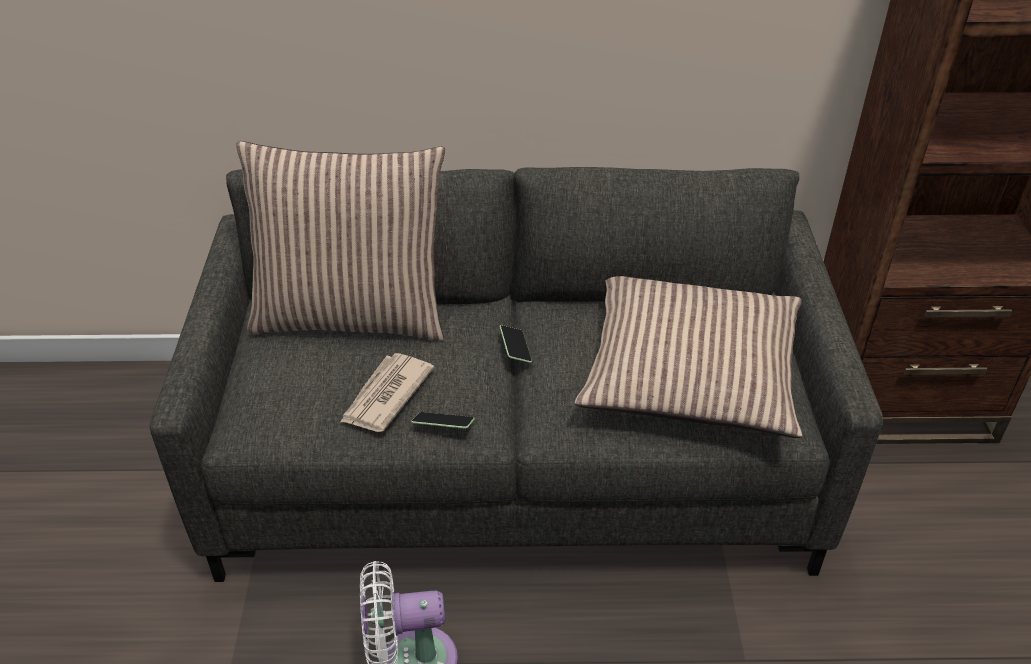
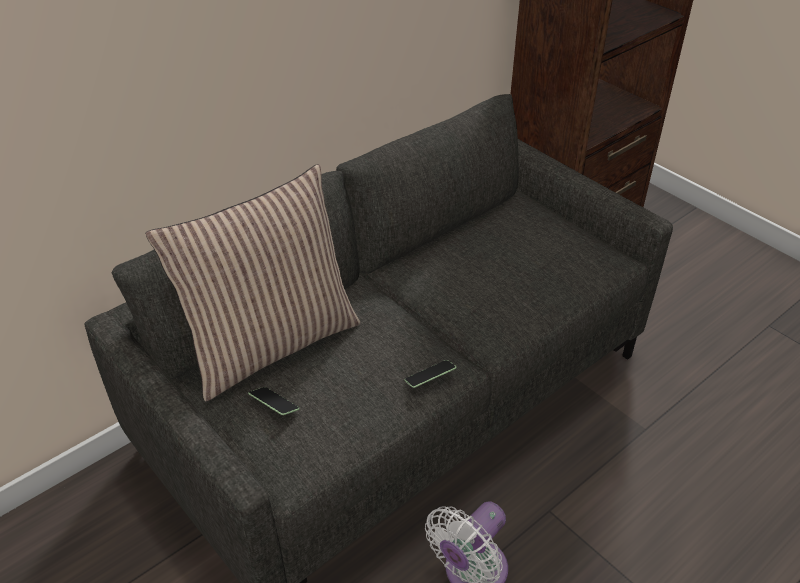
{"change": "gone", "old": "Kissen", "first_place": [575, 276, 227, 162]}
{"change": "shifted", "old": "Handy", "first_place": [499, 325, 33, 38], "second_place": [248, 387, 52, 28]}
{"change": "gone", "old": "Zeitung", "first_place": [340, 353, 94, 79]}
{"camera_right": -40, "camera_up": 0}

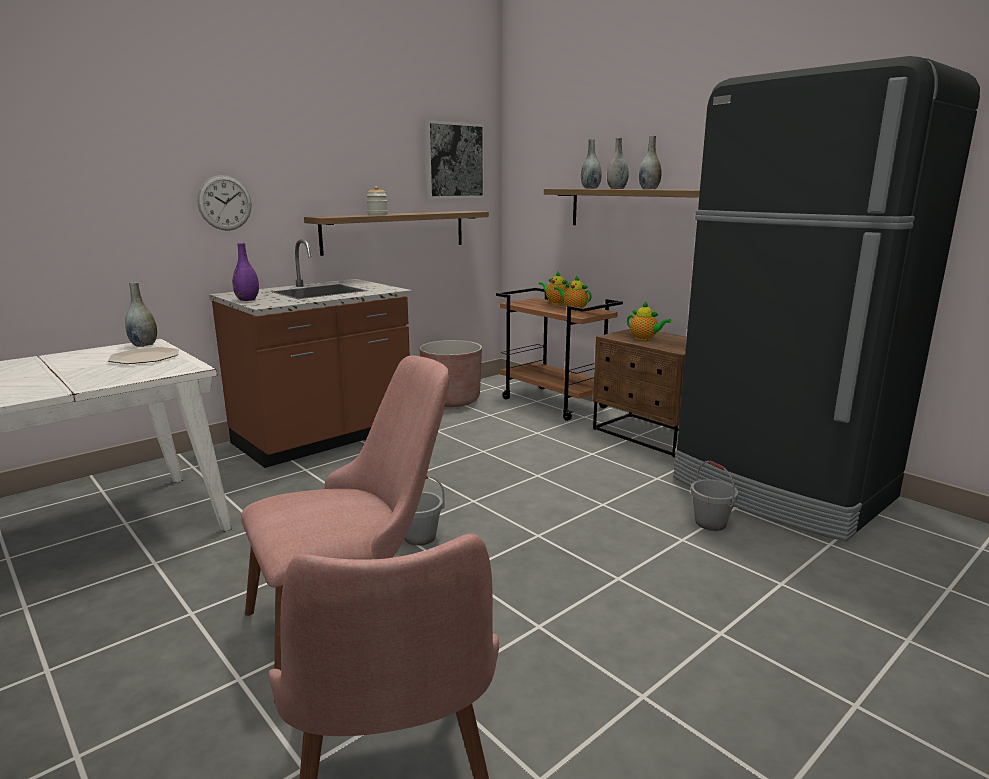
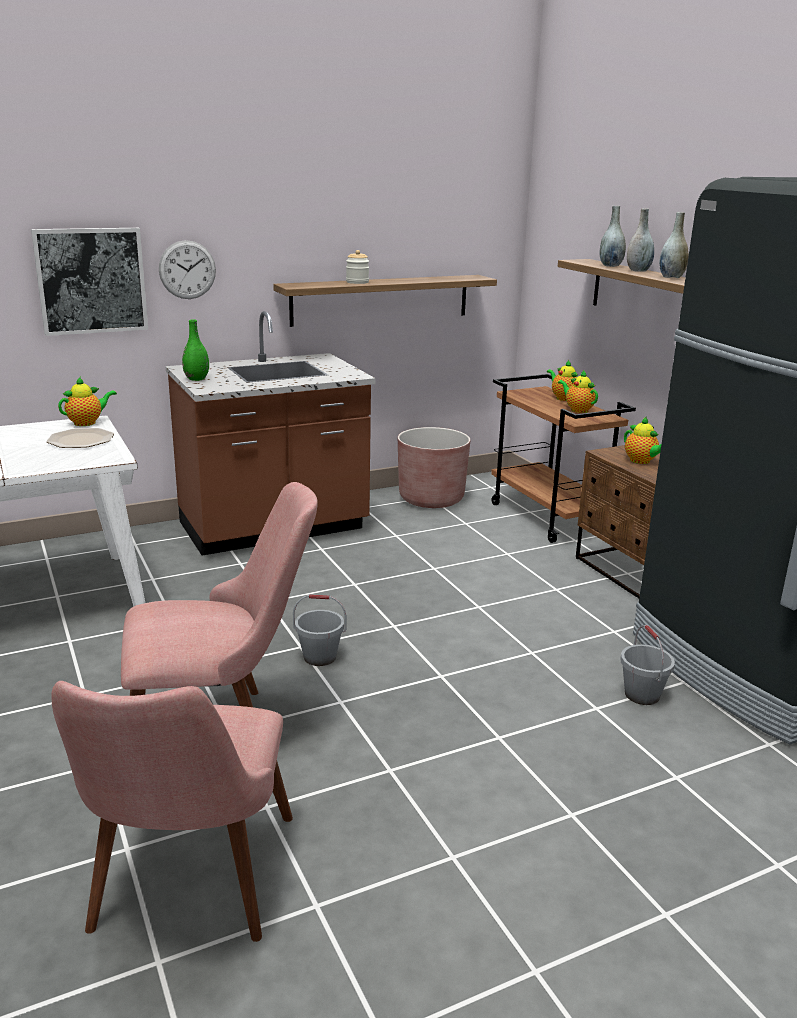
{"change": "shifted", "old": "Bild", "first_place": [424, 120, 61, 79], "second_place": [31, 228, 117, 108]}
{"change": "repainted", "old": "Vase/lila", "new": "Vase/grün", "first_place": [232, 243, 27, 58], "second_place": [182, 319, 27, 62]}
{"change": "swapped", "old": "Vase/grau", "new": "Teekanne", "first_place": [125, 282, 32, 65], "second_place": [58, 377, 59, 49]}
{"camera_right": 15, "camera_up": 5}

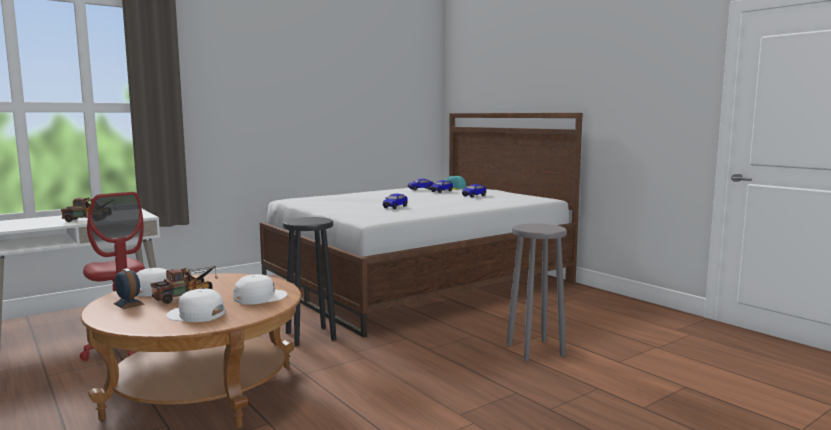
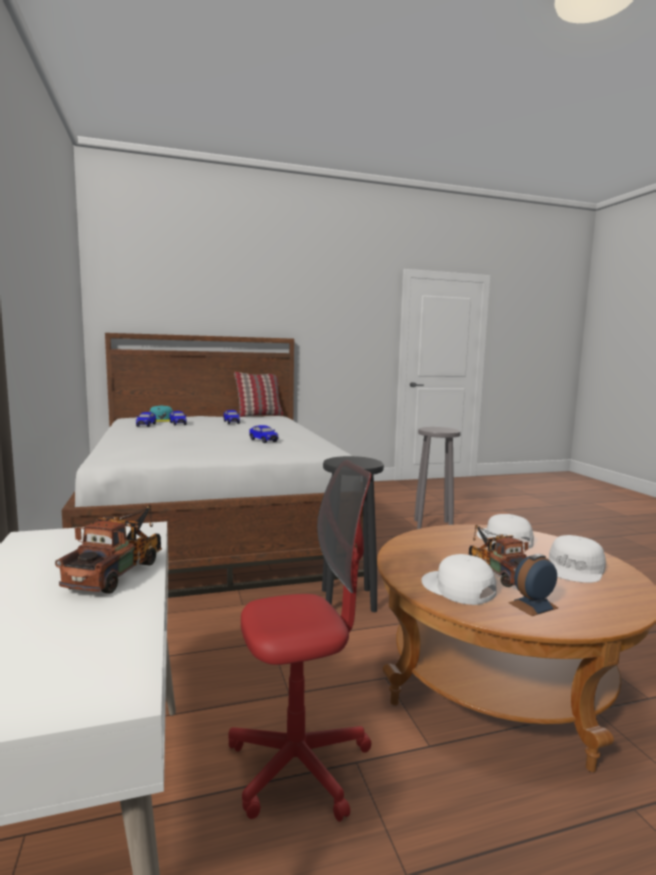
{"change": "new", "new": "Kissen", "second_place": [234, 372, 50, 45]}
{"camera_right": -70, "camera_up": 0}

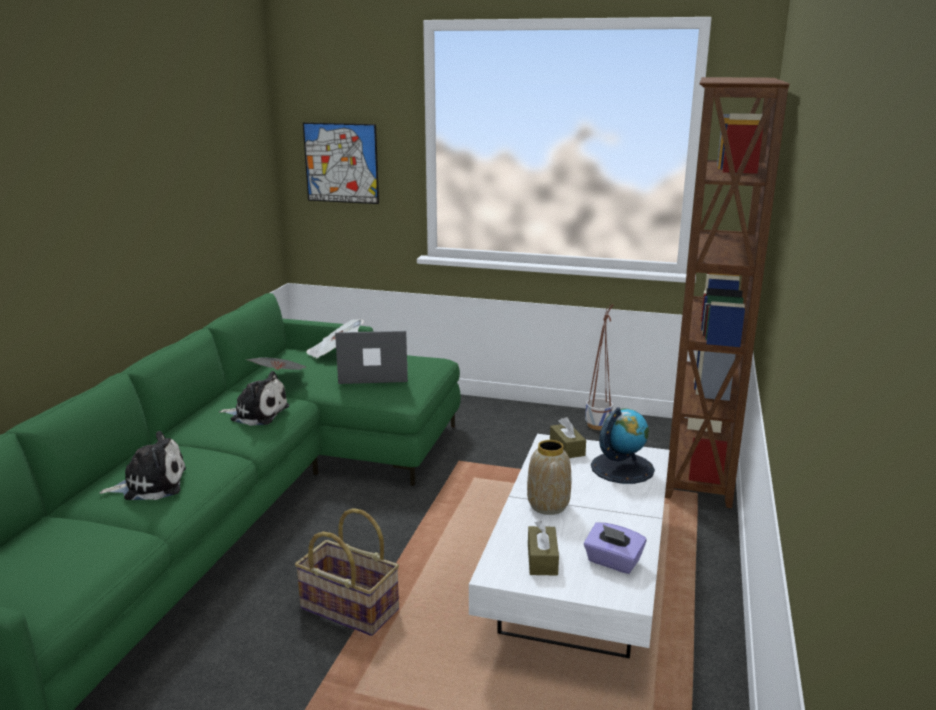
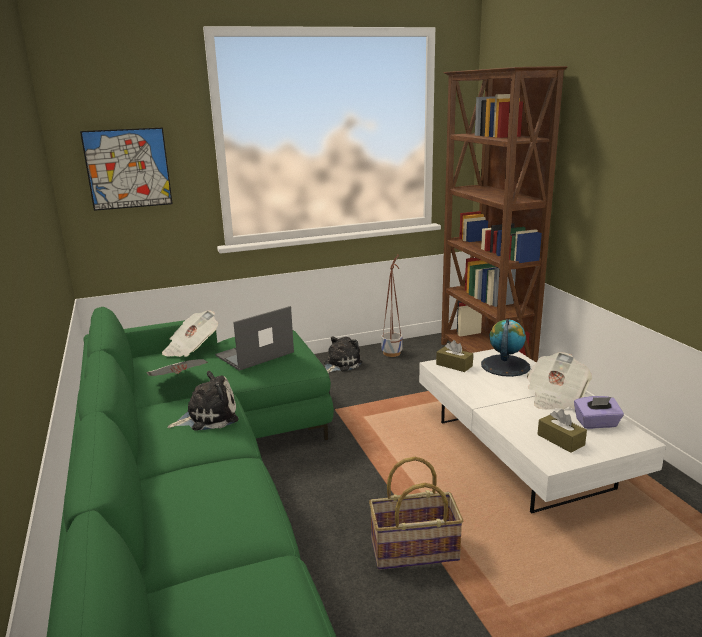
{"change": "shifted", "old": "Plüschtier", "first_place": [99, 431, 87, 69], "second_place": [324, 336, 38, 37]}
{"change": "gone", "old": "Vase", "first_place": [527, 440, 44, 75]}
{"change": "new", "new": "Zeitung", "second_place": [527, 352, 65, 58]}
{"camera_right": -35, "camera_up": 0}

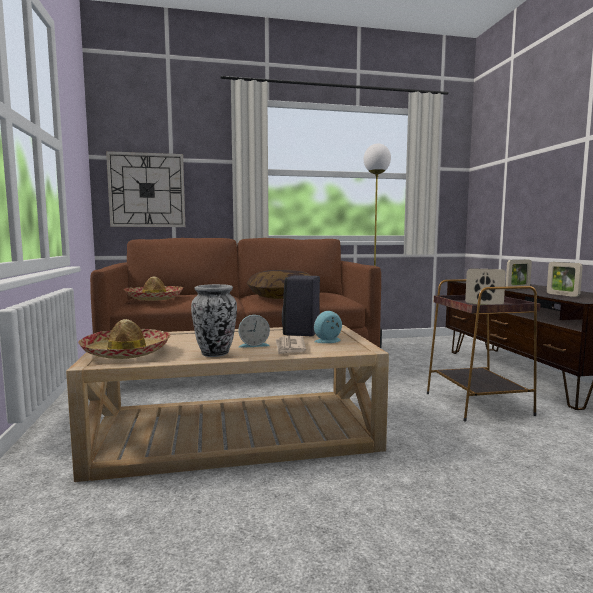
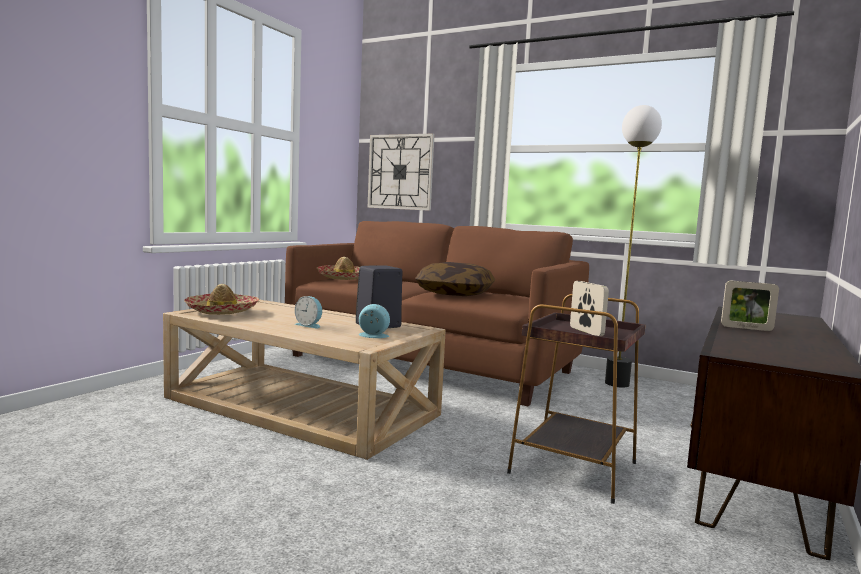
{"change": "gone", "old": "Bilderrahmen", "first_place": [547, 262, 36, 35]}
{"change": "gone", "old": "Vase", "first_place": [191, 284, 46, 73]}
{"change": "gone", "old": "Zeitung", "first_place": [276, 336, 30, 18]}
{"camera_right": 40, "camera_up": 0}

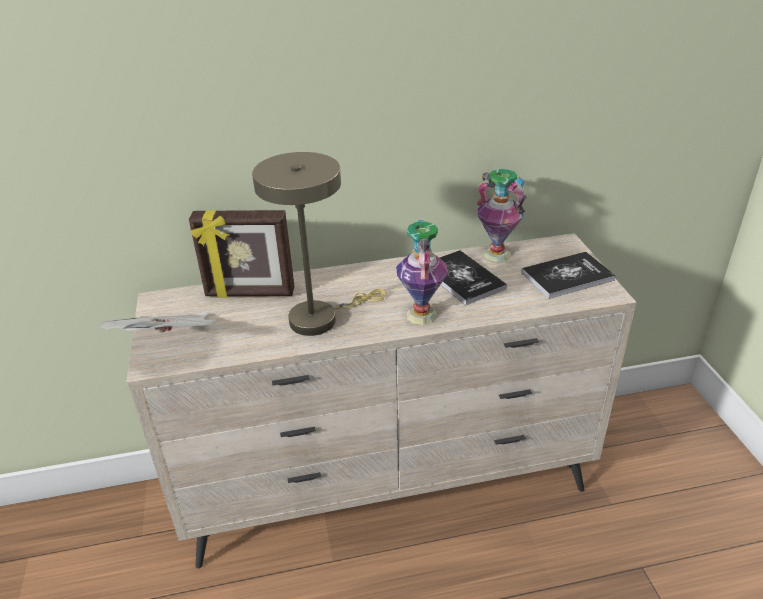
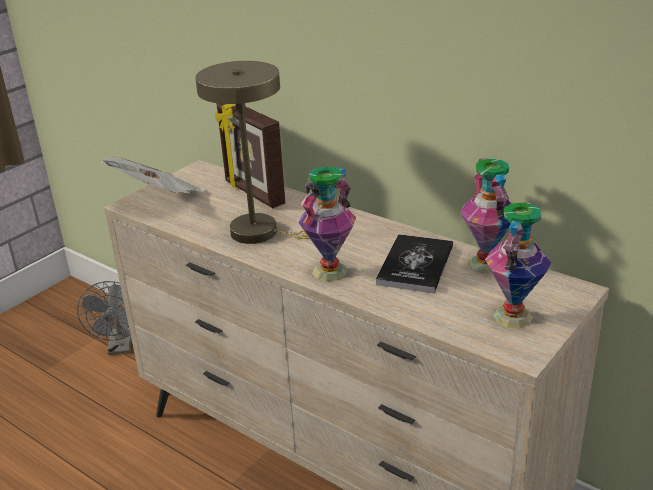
{"change": "swapped", "old": "Buch", "new": "Vase", "first_place": [521, 252, 95, 47], "second_place": [485, 202, 66, 126]}
{"change": "new", "new": "Ventilator/grau", "second_place": [77, 281, 55, 74]}
{"camera_right": 50, "camera_up": -5}

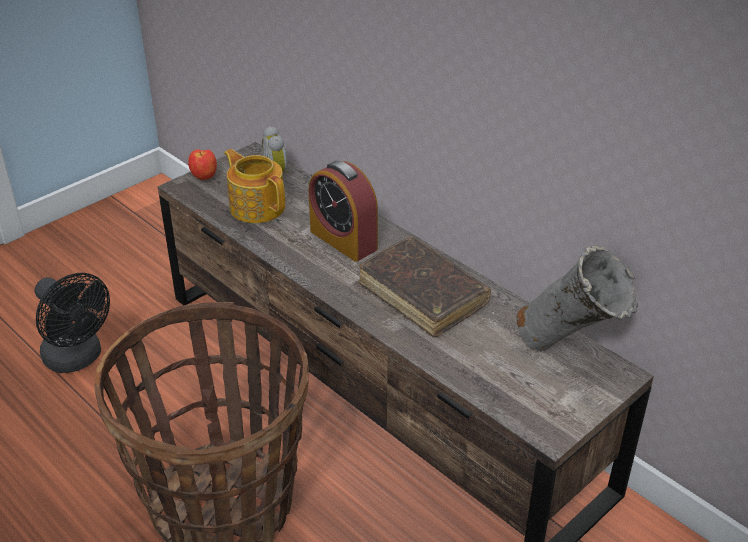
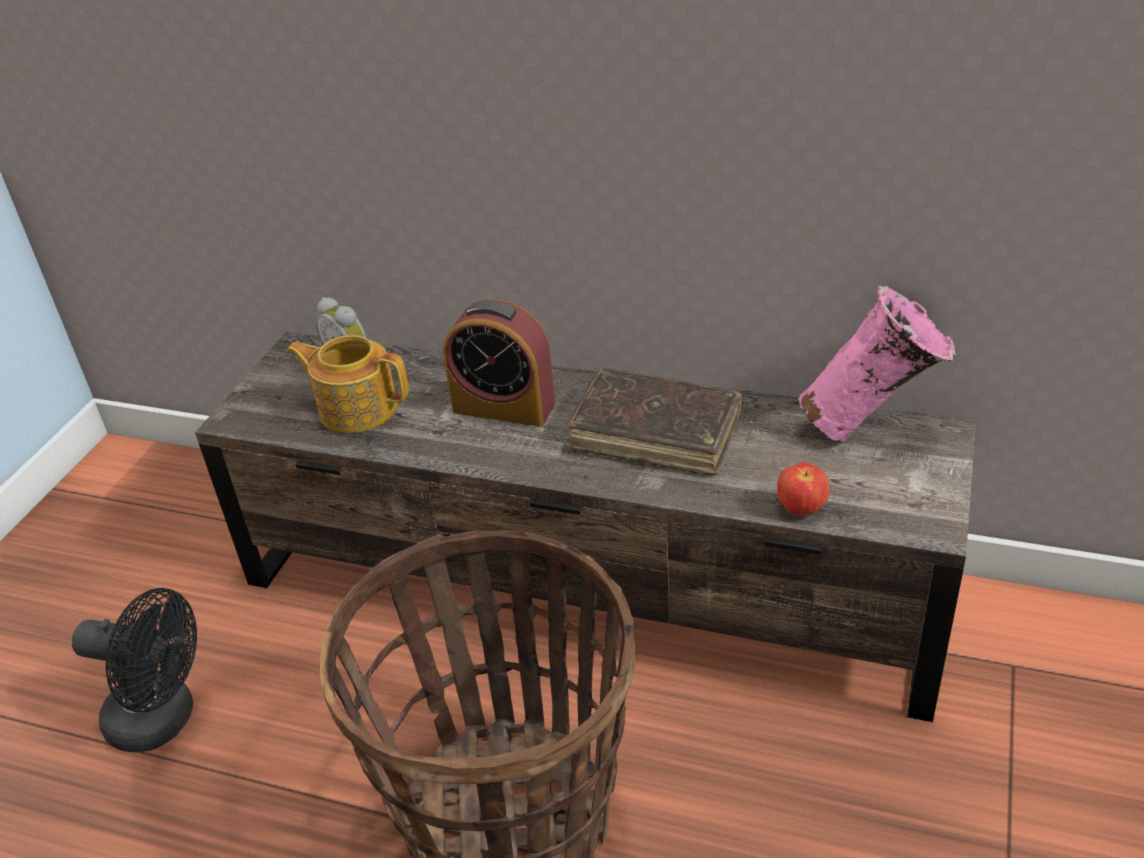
{"change": "shifted", "old": "Apfel", "first_place": [188, 149, 29, 31], "second_place": [777, 462, 53, 54]}
{"change": "repainted", "old": "Vase/grau", "new": "Vase/rosa", "first_place": [517, 245, 121, 106], "second_place": [798, 286, 158, 156]}
{"camera_right": -25, "camera_up": 0}

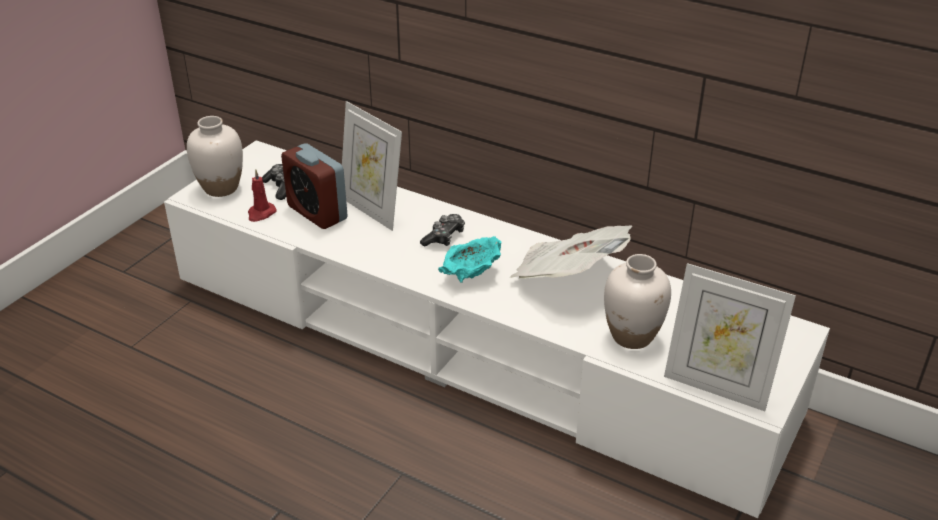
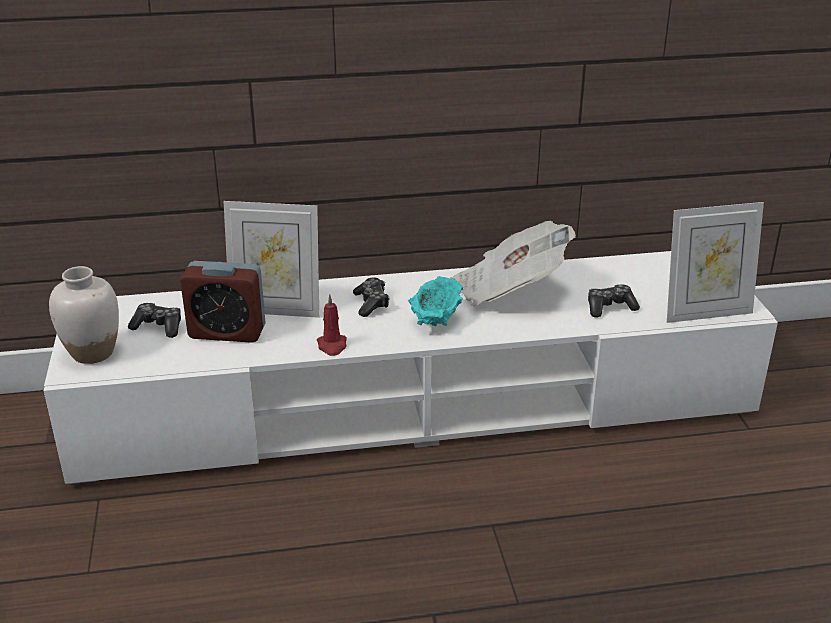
{"change": "shifted", "old": "Kerze/rot", "first_place": [248, 169, 29, 53], "second_place": [317, 294, 30, 62]}
{"change": "swapped", "old": "Vase/weiß", "new": "Gamepad", "first_place": [604, 254, 67, 95], "second_place": [588, 284, 52, 34]}
{"camera_right": -40, "camera_up": -5}

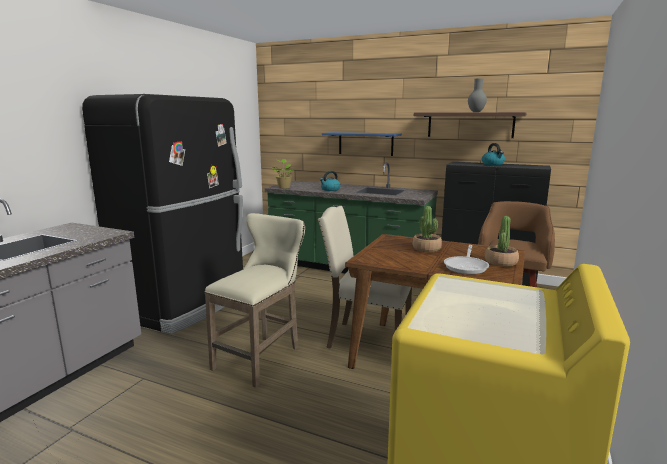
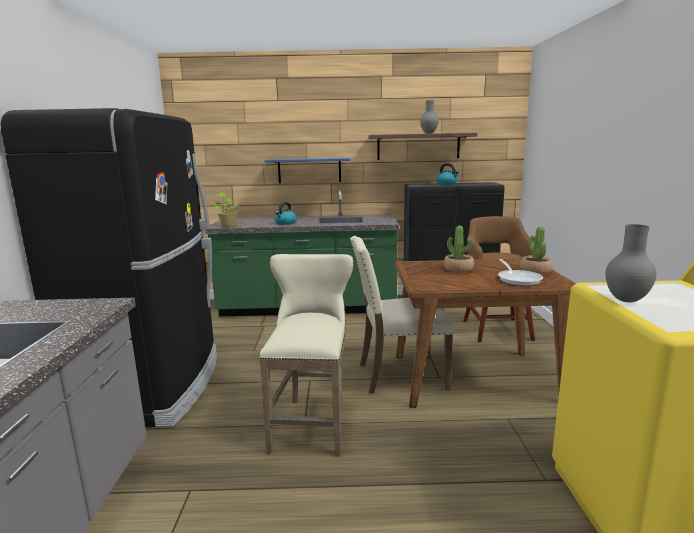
{"change": "new", "new": "Vase/grau", "second_place": [605, 224, 52, 79]}
{"camera_right": -25, "camera_up": 0}

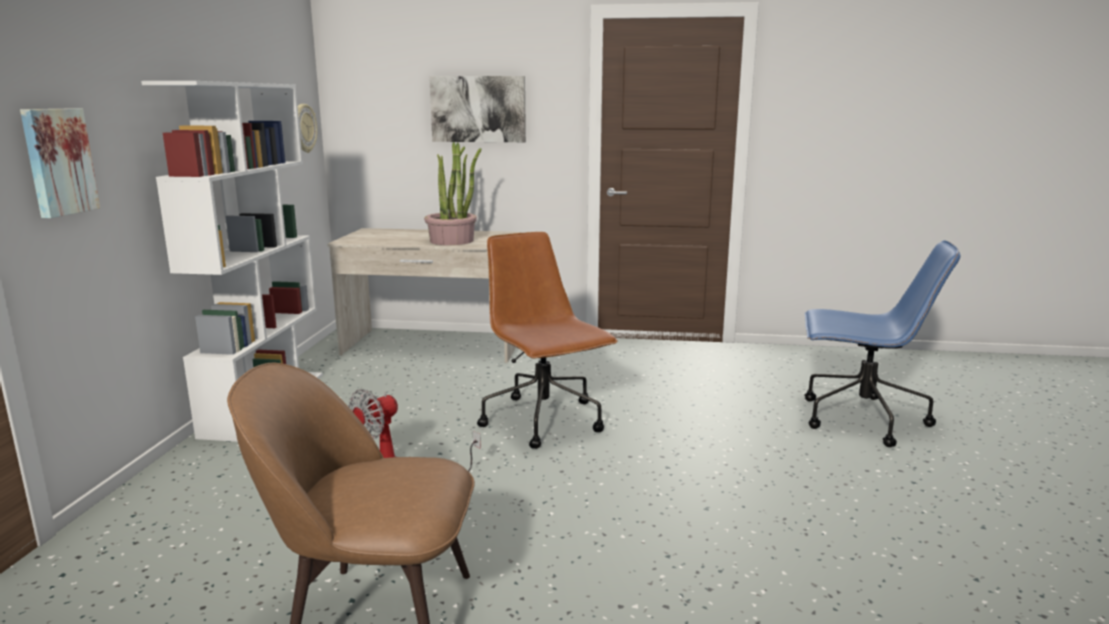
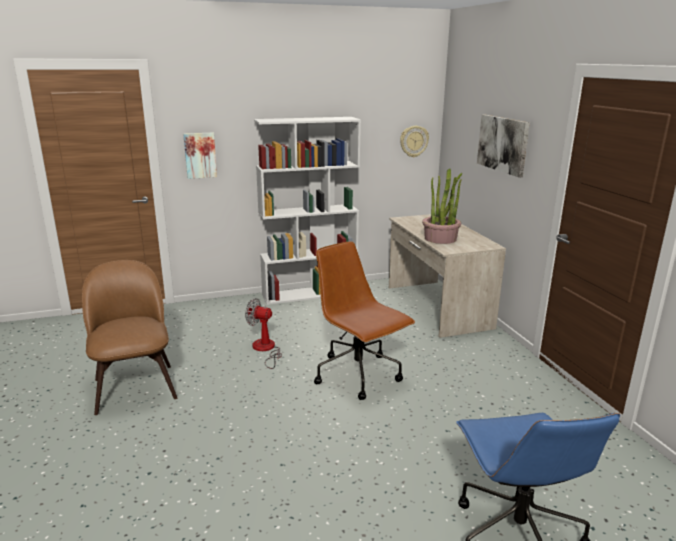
{"change": "rotated", "old": "Bürostuhl/braun", "first_place": [477, 232, 141, 217], "second_place": [314, 242, 101, 158], "degrees": -75}
{"camera_right": 65, "camera_up": 5}

